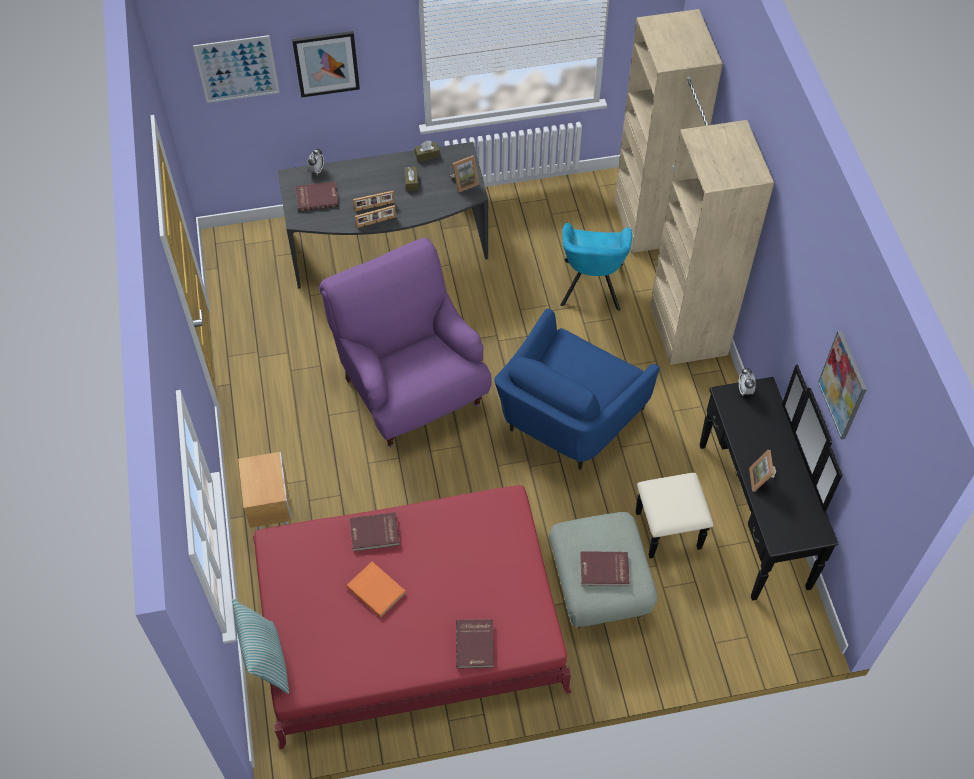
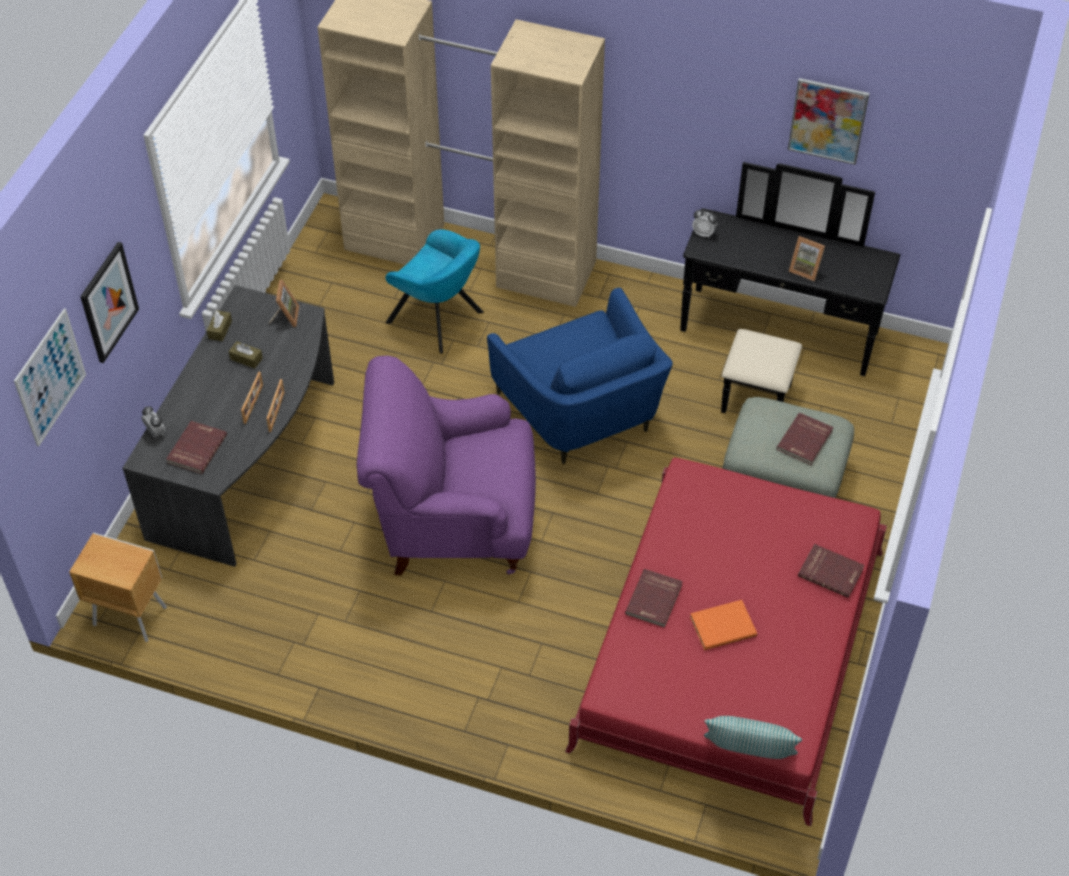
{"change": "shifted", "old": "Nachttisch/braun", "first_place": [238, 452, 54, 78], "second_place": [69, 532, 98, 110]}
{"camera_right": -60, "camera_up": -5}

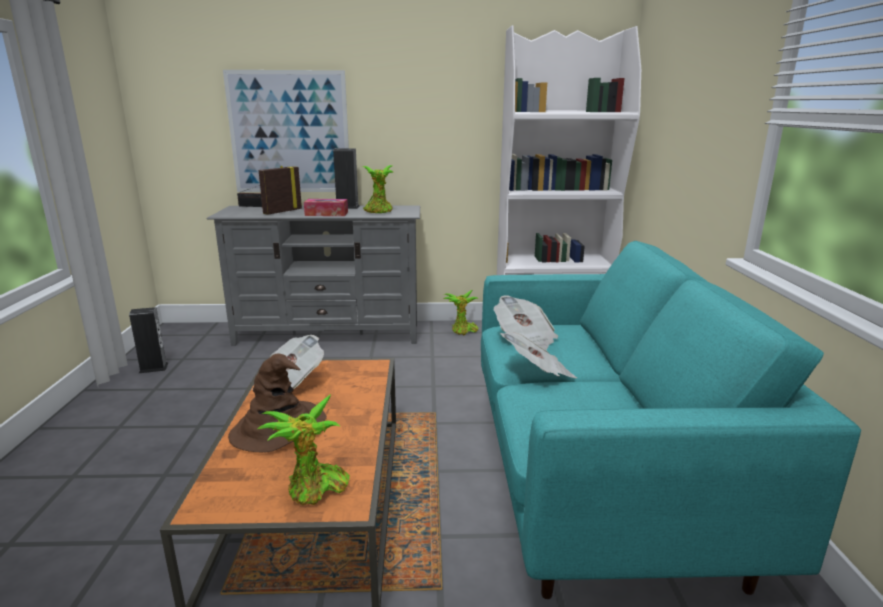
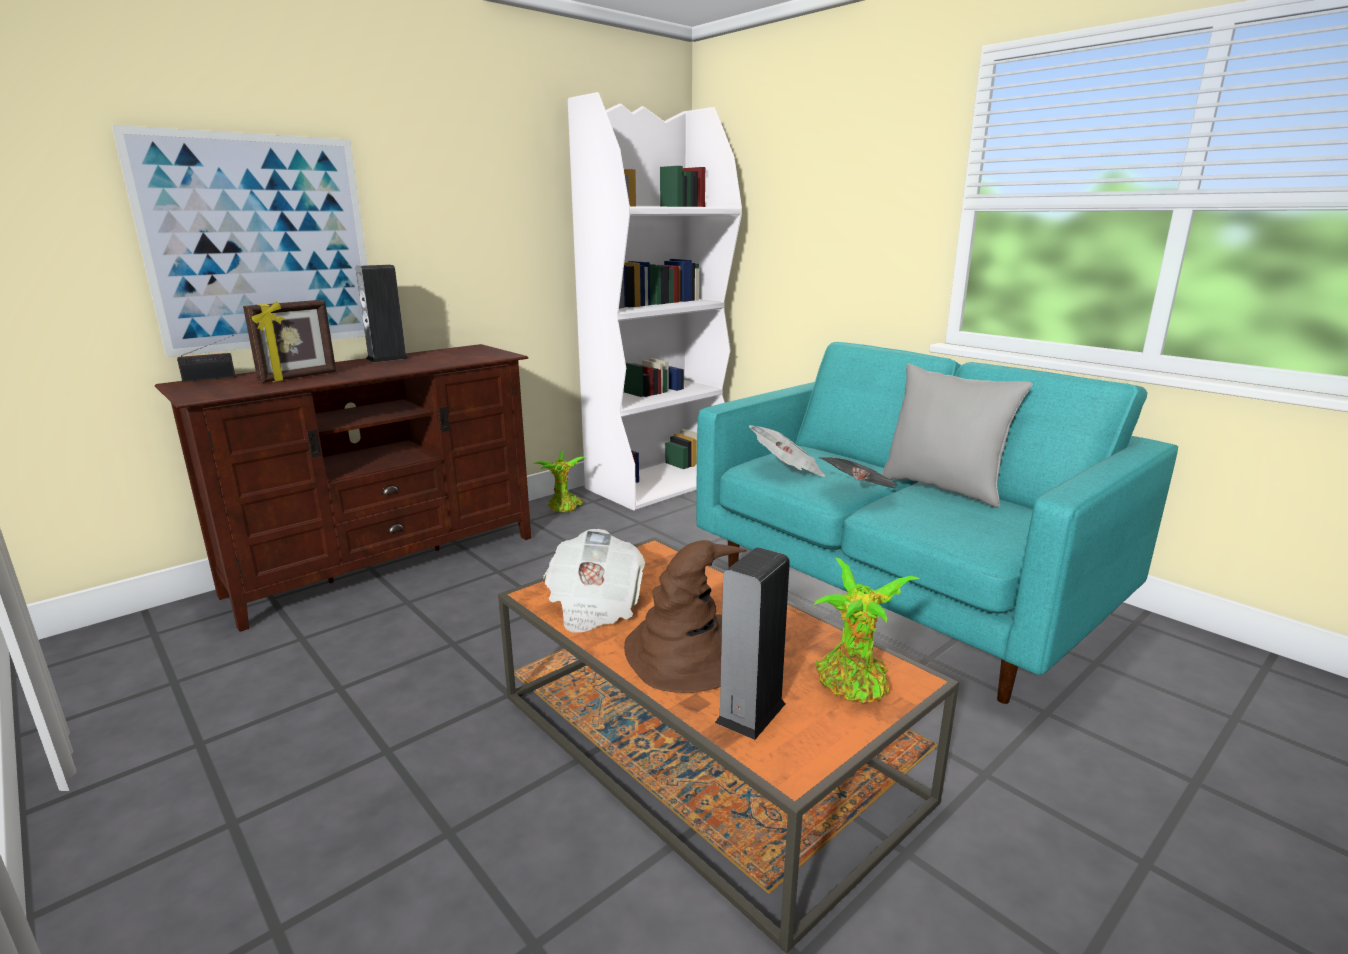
{"change": "gone", "old": "Topfpflanze", "first_place": [362, 165, 31, 48]}
{"change": "rotated", "old": "Bilderrahmen", "first_place": [259, 166, 43, 49], "second_place": [243, 300, 93, 83], "degrees": -135}
{"change": "gone", "old": "Taschentuchbox", "first_place": [304, 199, 44, 17]}
{"change": "repainted", "old": "Fernsehschrank/grau", "new": "Fernsehschrank/braun", "first_place": [206, 205, 214, 141], "second_place": [155, 344, 376, 288]}
{"change": "shifted", "old": "Lautsprecher", "first_place": [129, 307, 39, 67], "second_place": [715, 547, 75, 193]}
{"change": "new", "new": "Kissen/grau", "second_place": [881, 364, 151, 144]}
{"camera_right": -40, "camera_up": 0}

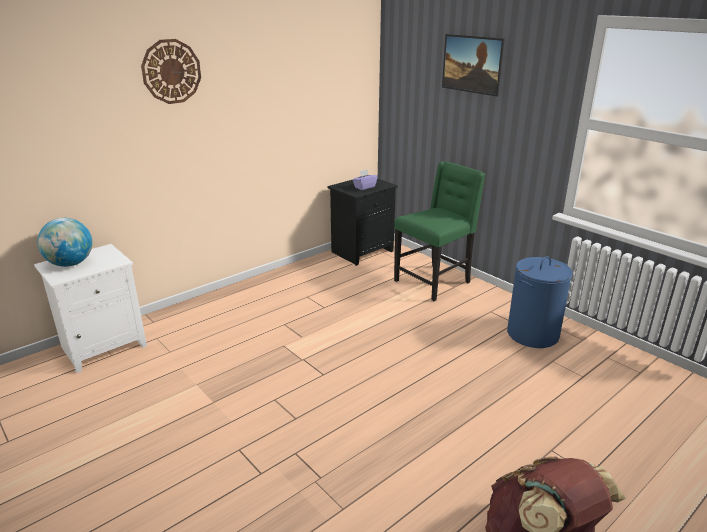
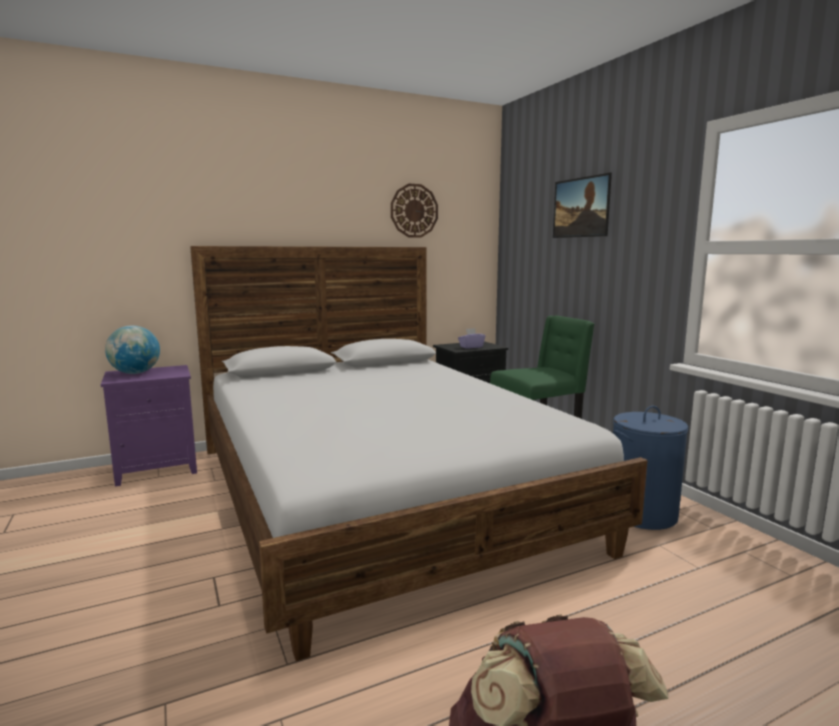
{"change": "shifted", "old": "Wanduhr", "first_place": [141, 39, 60, 65], "second_place": [391, 184, 47, 54]}
{"change": "repainted", "old": "Nachttisch/weiß", "new": "Nachttisch/lila", "first_place": [34, 244, 113, 129], "second_place": [101, 365, 96, 122]}
{"change": "new", "new": "Bett", "second_place": [190, 246, 458, 415]}
{"camera_right": 15, "camera_up": -15}

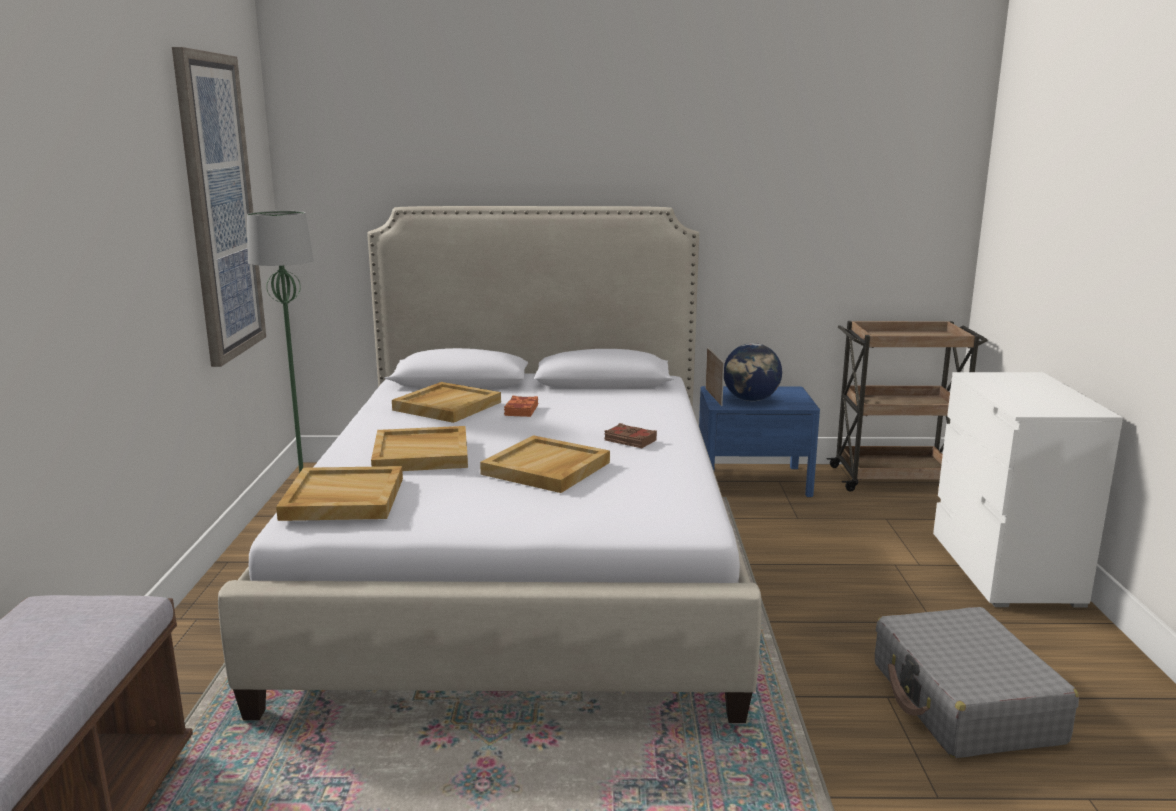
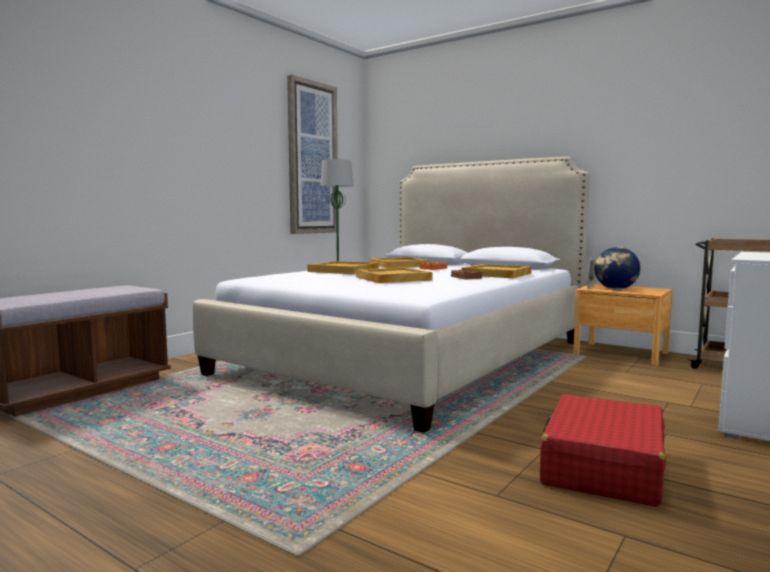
{"change": "repainted", "old": "Nachttisch/blau", "new": "Nachttisch/braun", "first_place": [699, 386, 121, 111], "second_place": [573, 284, 99, 82]}
{"change": "shifted", "old": "Tablett/beige", "first_place": [276, 466, 127, 55], "second_place": [462, 264, 69, 14]}
{"change": "repainted", "old": "Koffer/grau", "new": "Koffer/rot", "first_place": [875, 607, 204, 151], "second_place": [540, 394, 126, 113]}
{"camera_right": 35, "camera_up": -10}

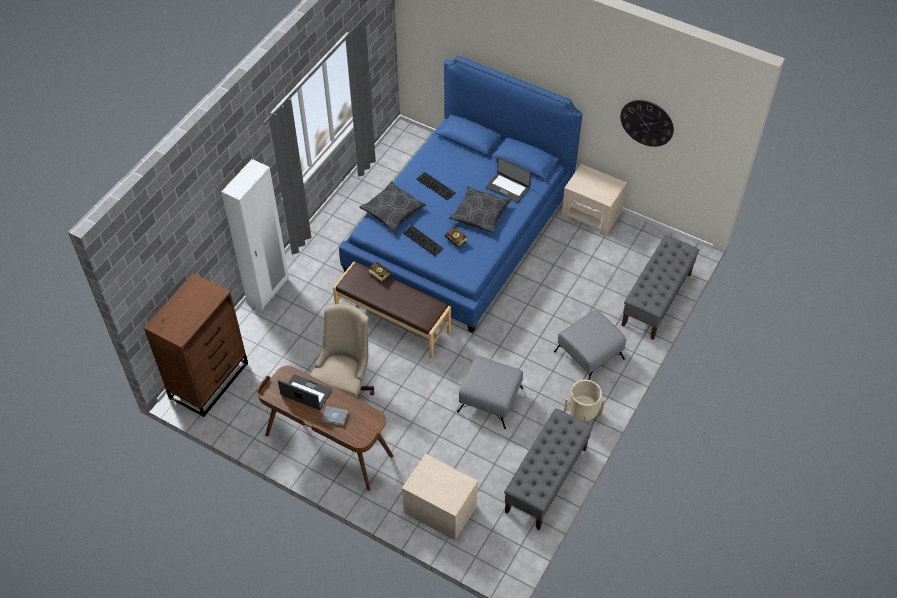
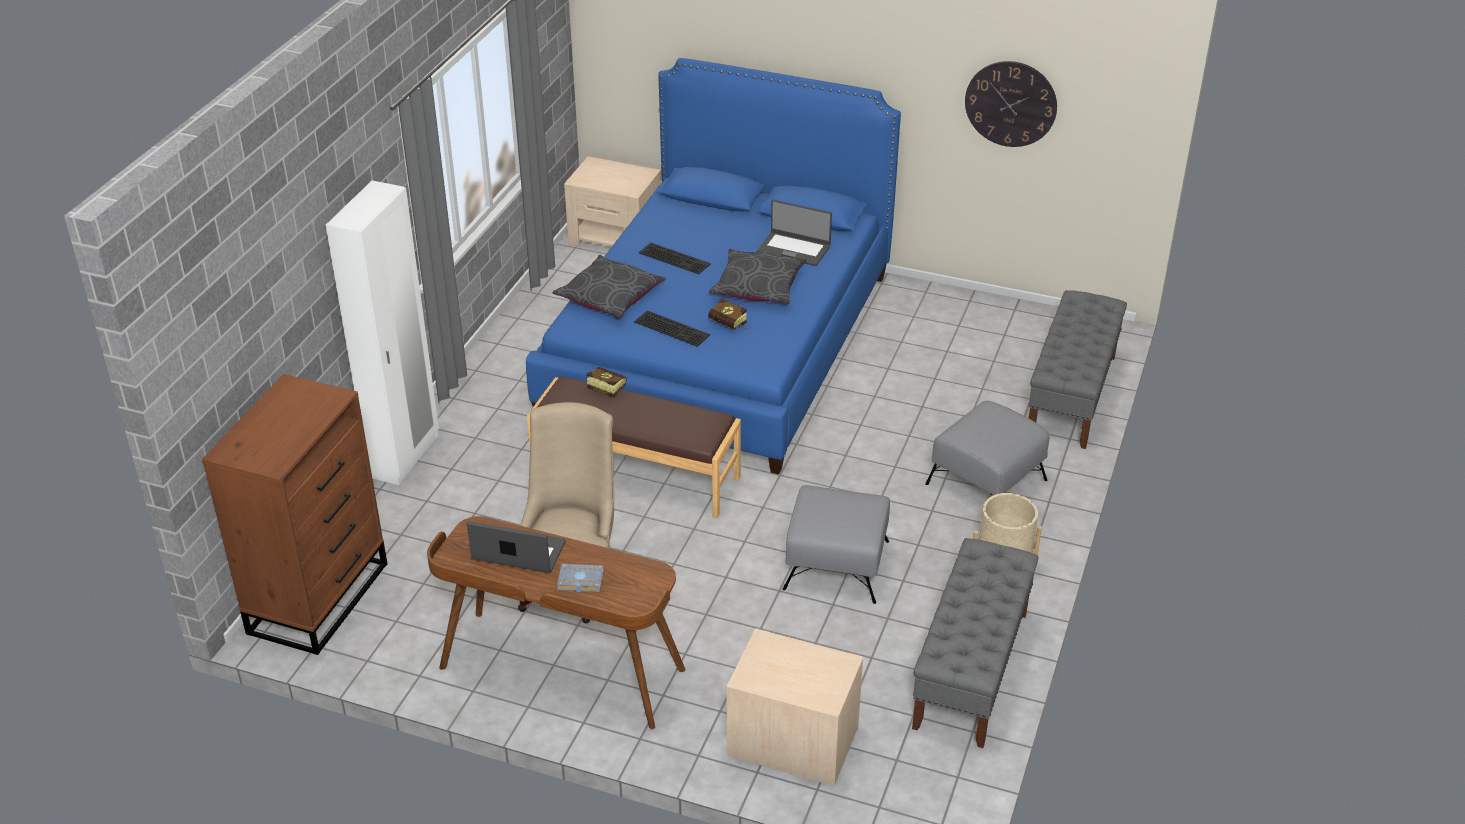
{"change": "shifted", "old": "Nachttisch/beige", "first_place": [561, 164, 66, 73], "second_place": [564, 156, 97, 91]}
{"camera_right": -10, "camera_up": -15}

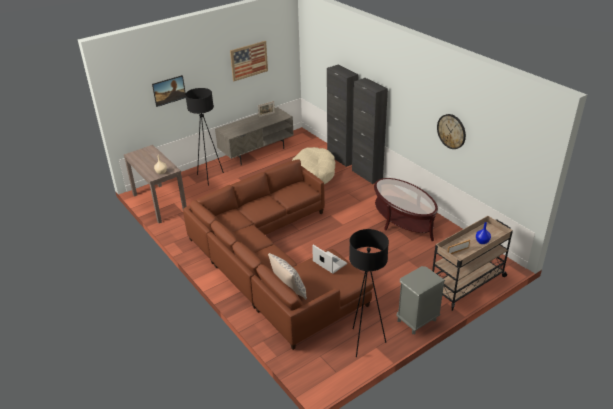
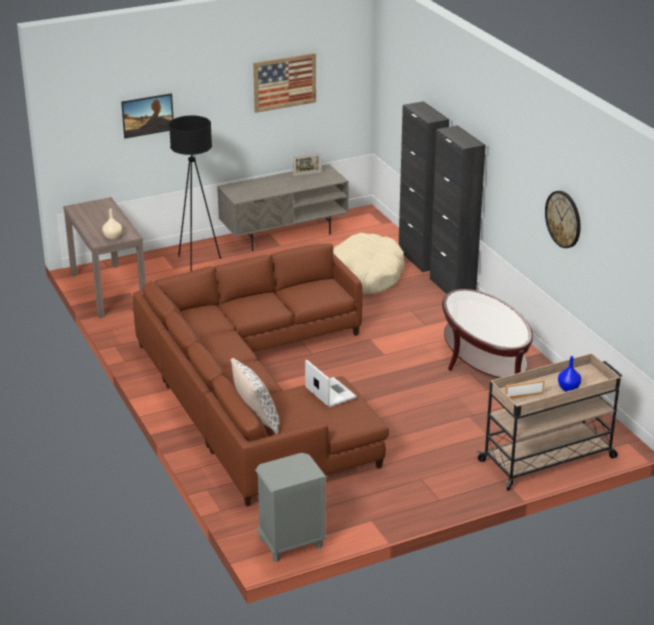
{"change": "gone", "old": "Stehlampe/schwarz", "first_place": [349, 229, 40, 128]}
{"change": "shifted", "old": "Nachttisch/grau", "first_place": [397, 266, 48, 68], "second_place": [255, 453, 72, 109]}
{"camera_right": 10, "camera_up": -5}

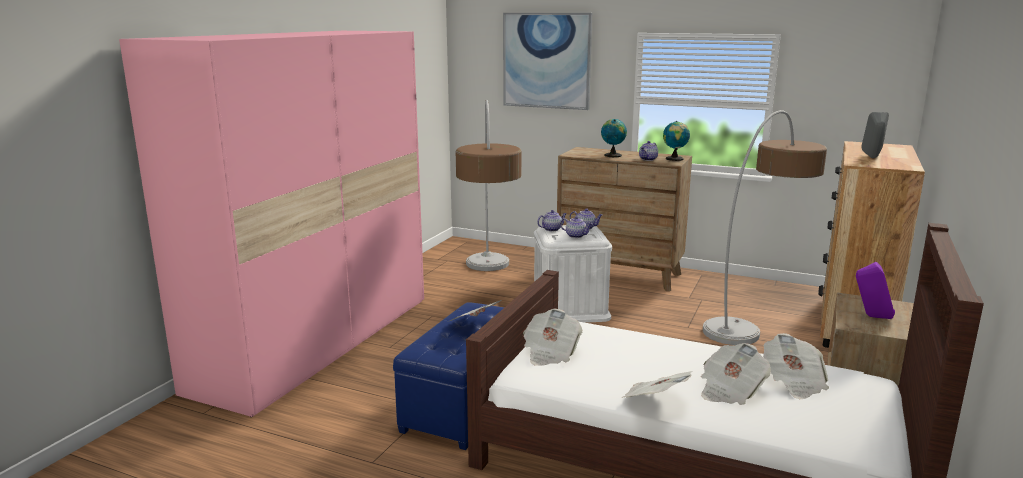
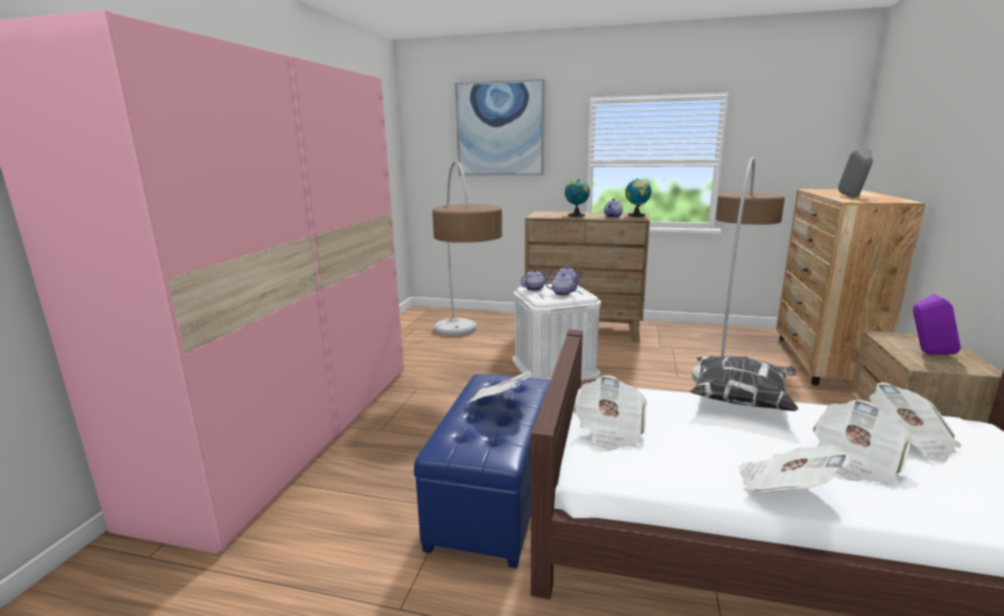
{"change": "new", "new": "Kissen", "second_place": [690, 356, 109, 55]}
{"camera_right": -10, "camera_up": 0}

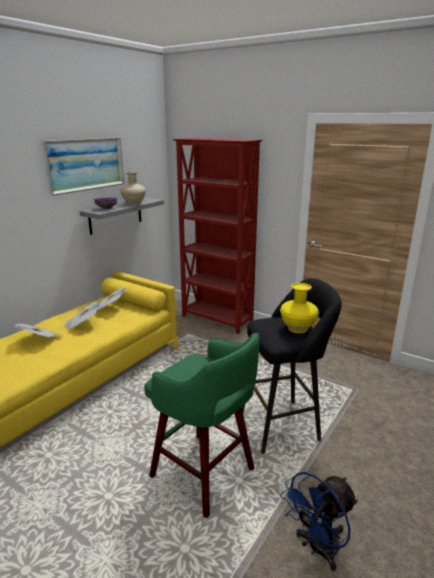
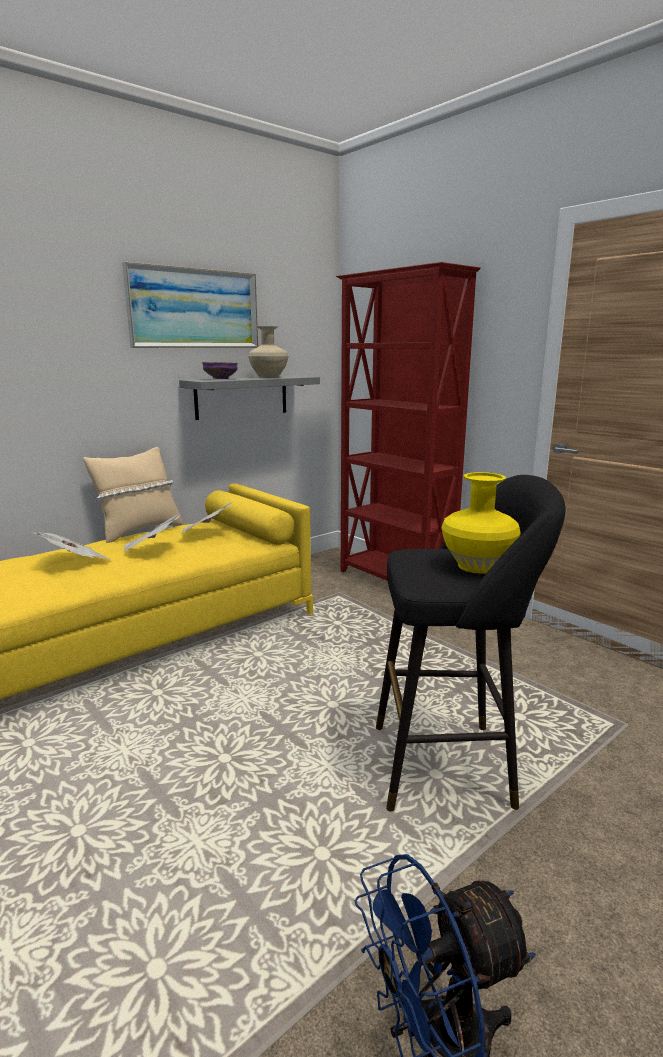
{"change": "gone", "old": "Hocker/grün", "first_place": [144, 333, 116, 185]}
{"change": "new", "new": "Kissen/beige", "second_place": [83, 447, 99, 96]}
{"camera_right": 15, "camera_up": -5}

